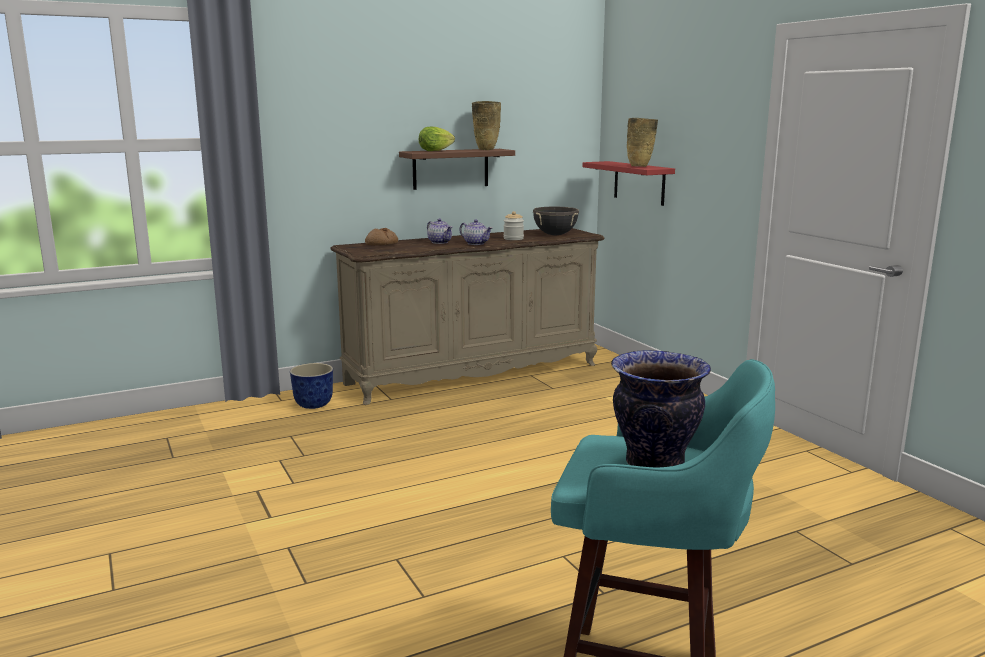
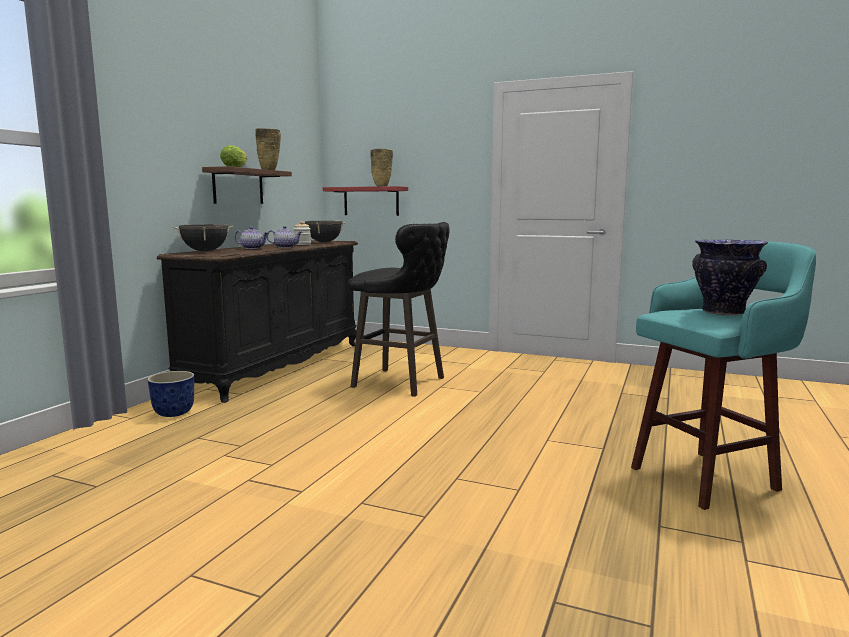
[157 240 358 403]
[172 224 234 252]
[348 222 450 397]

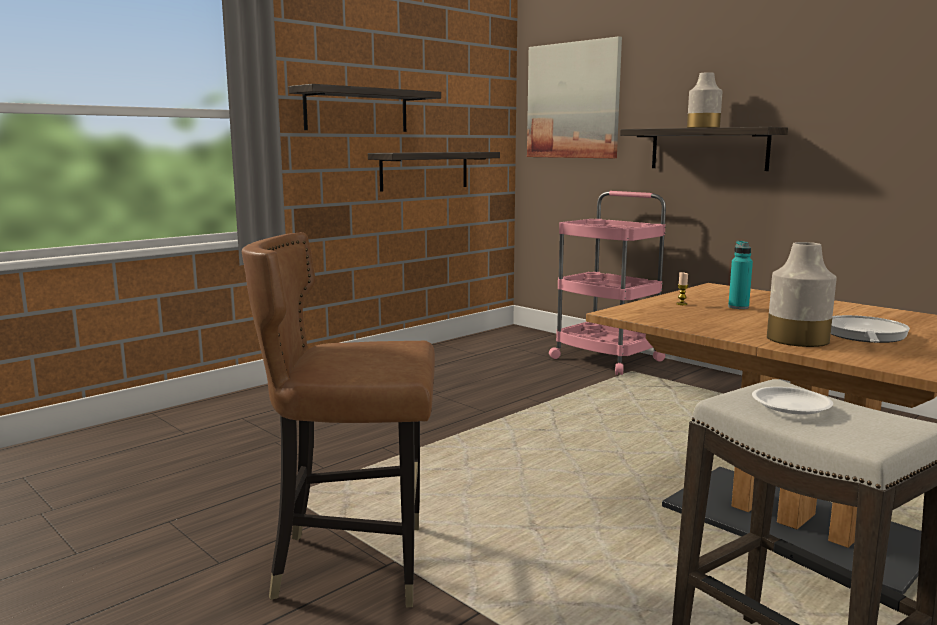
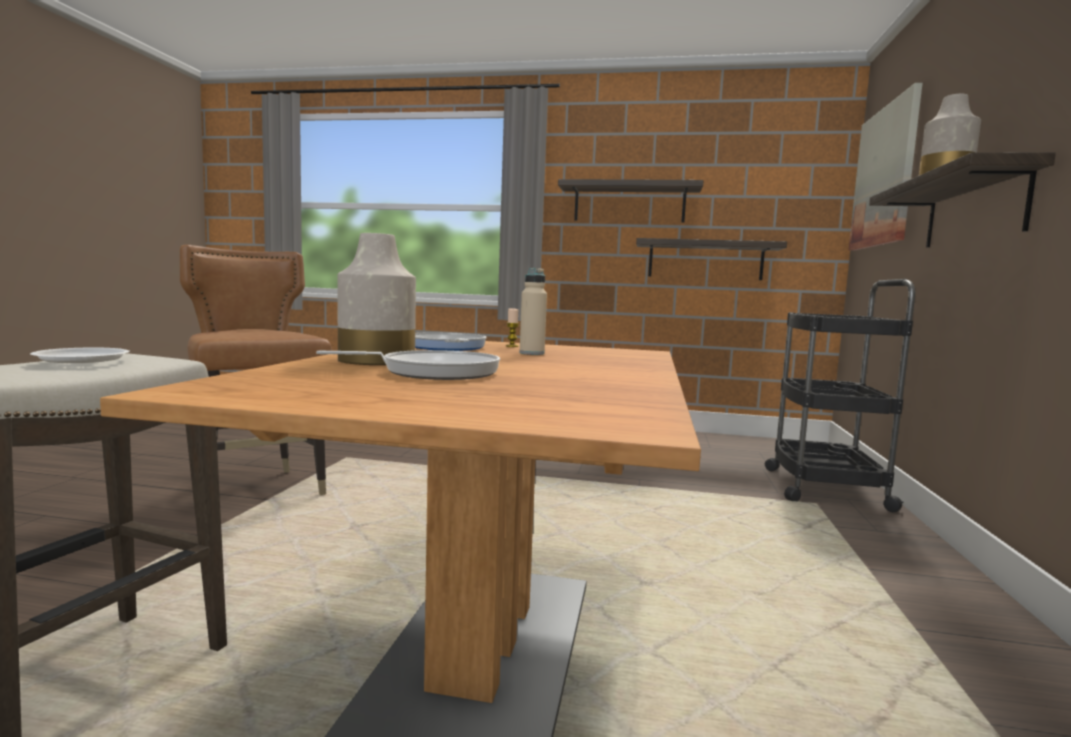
[765 279 915 512]
[520 268 547 355]
[415 332 487 351]

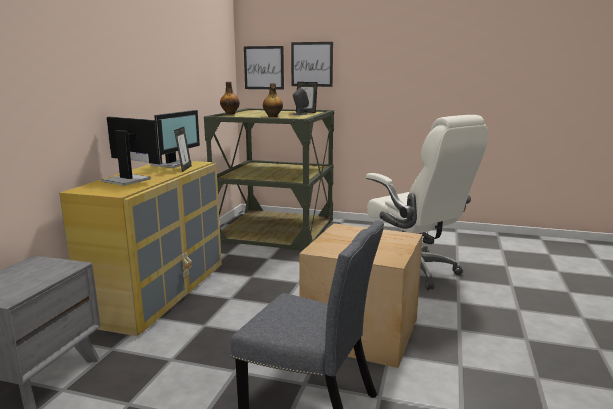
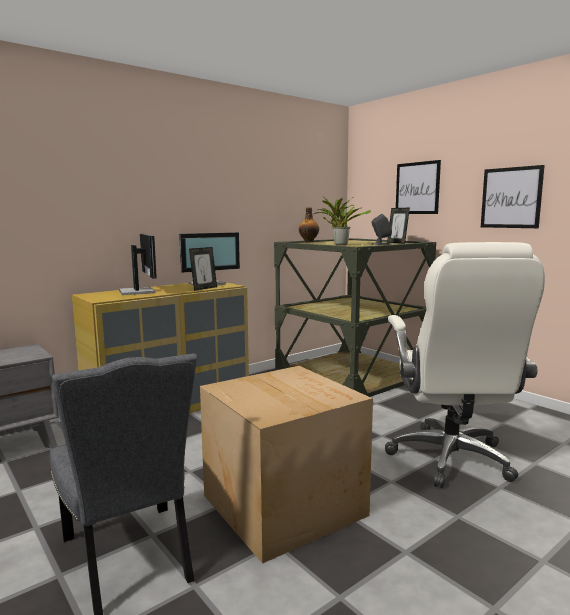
[481 165 545 228]
[312 196 371 245]

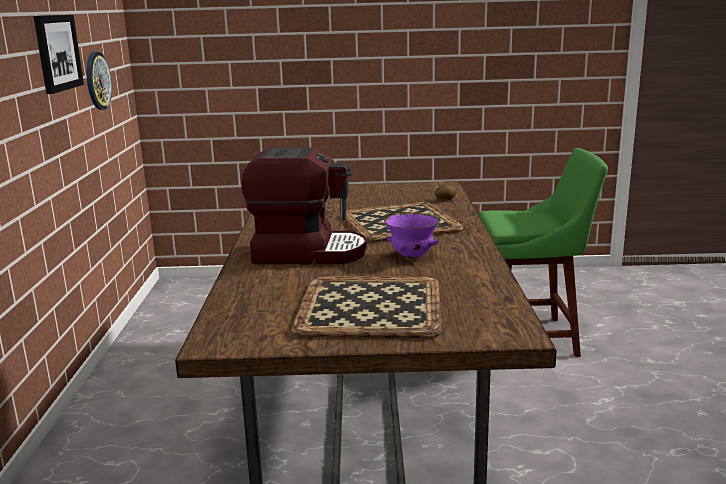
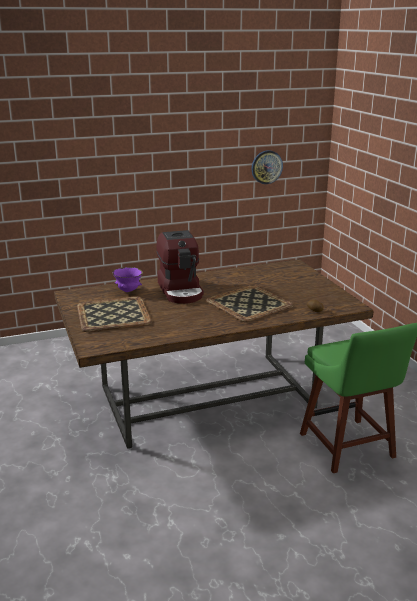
[33 15 84 94] (first image)
[112 267 143 292]

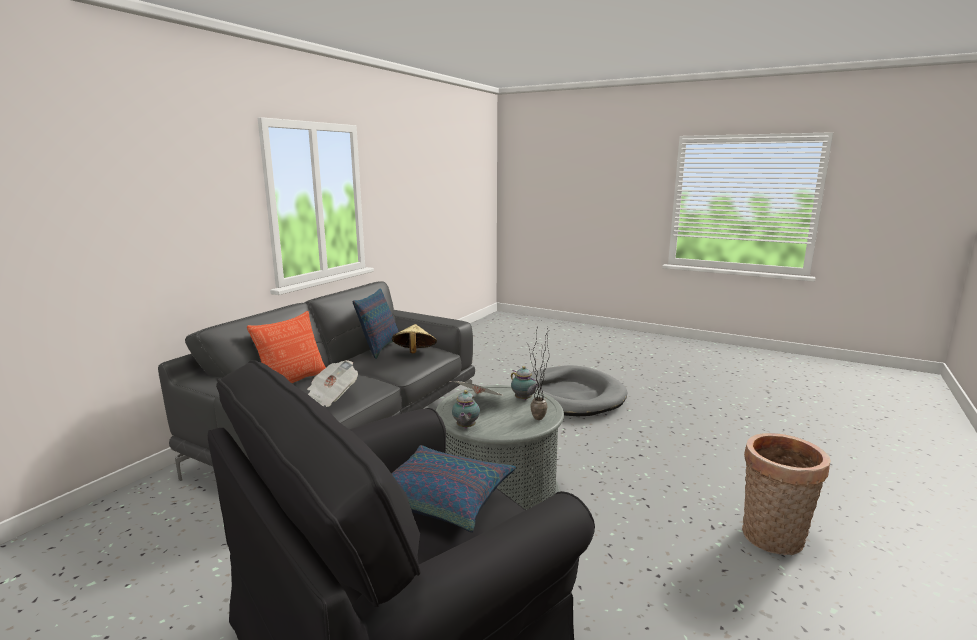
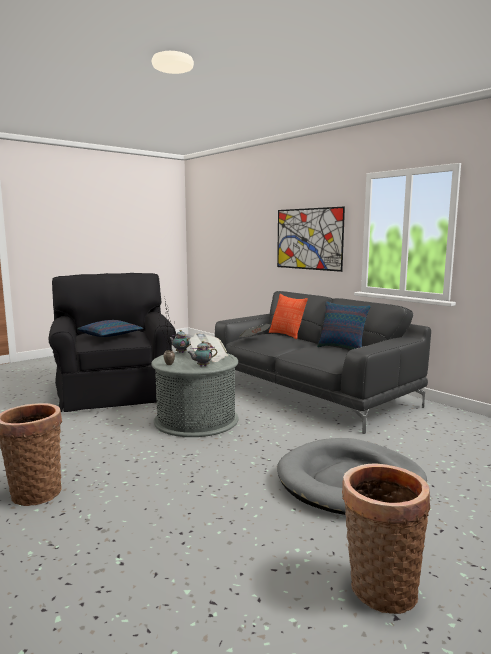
[392 324 437 353] (first image)
[277 207 345 272]
[342 463 430 614]

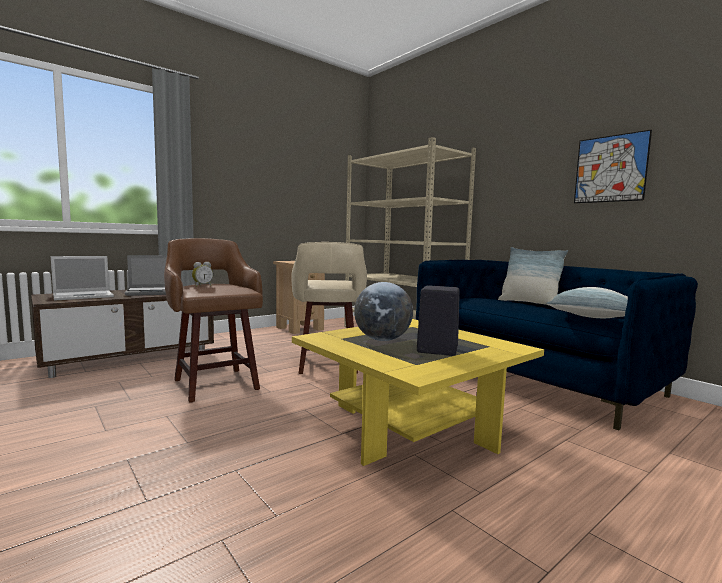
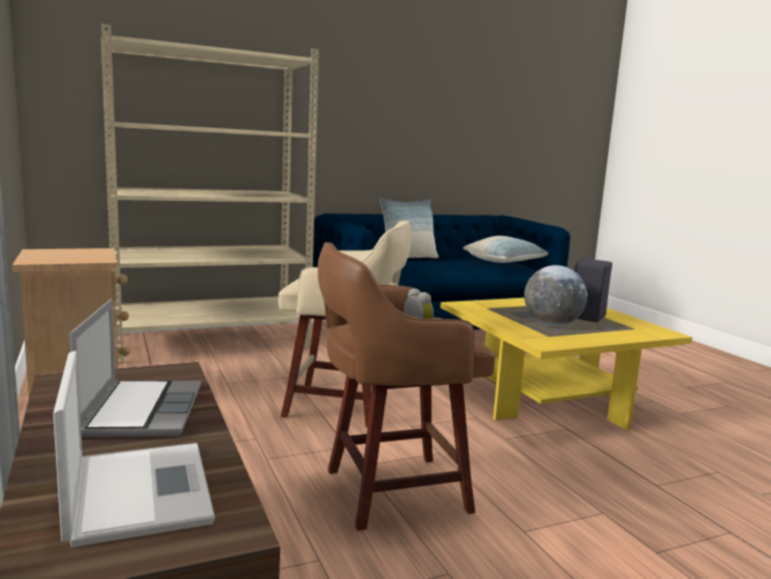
[574 129 652 203] (first image)

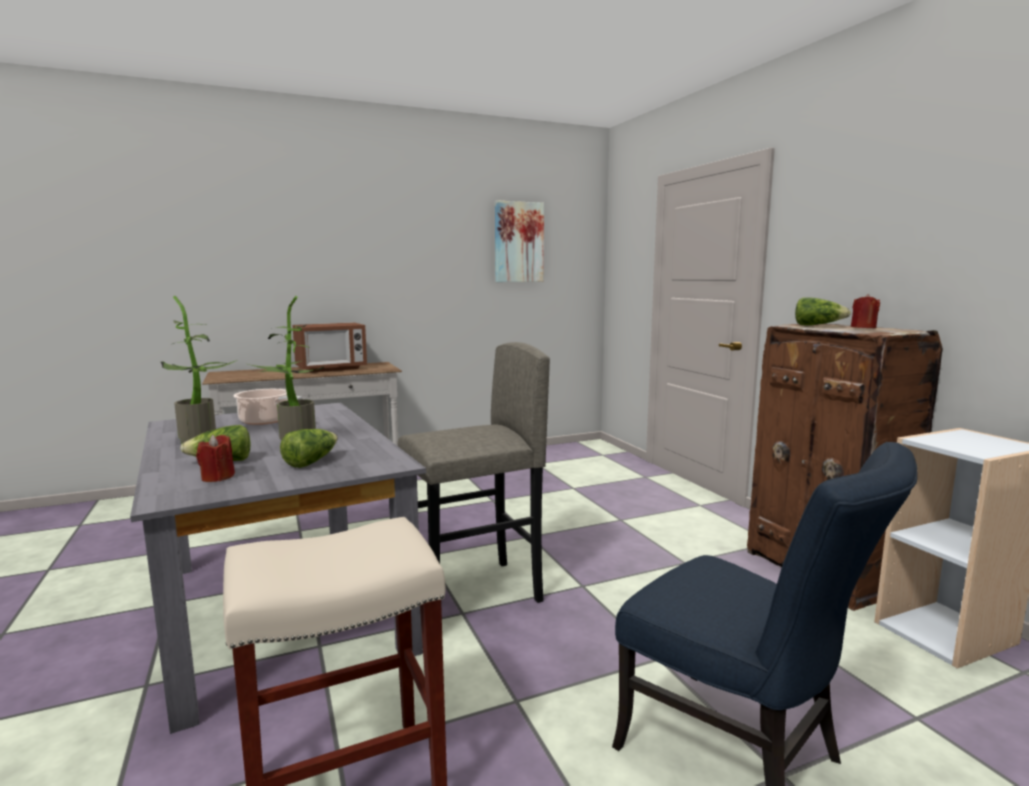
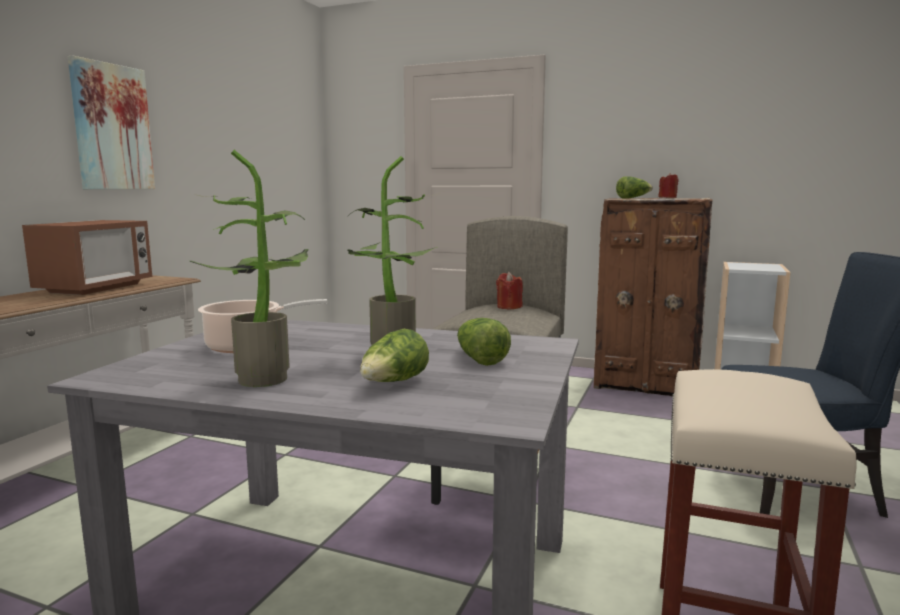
[496 272 523 309]
[68 56 155 189]

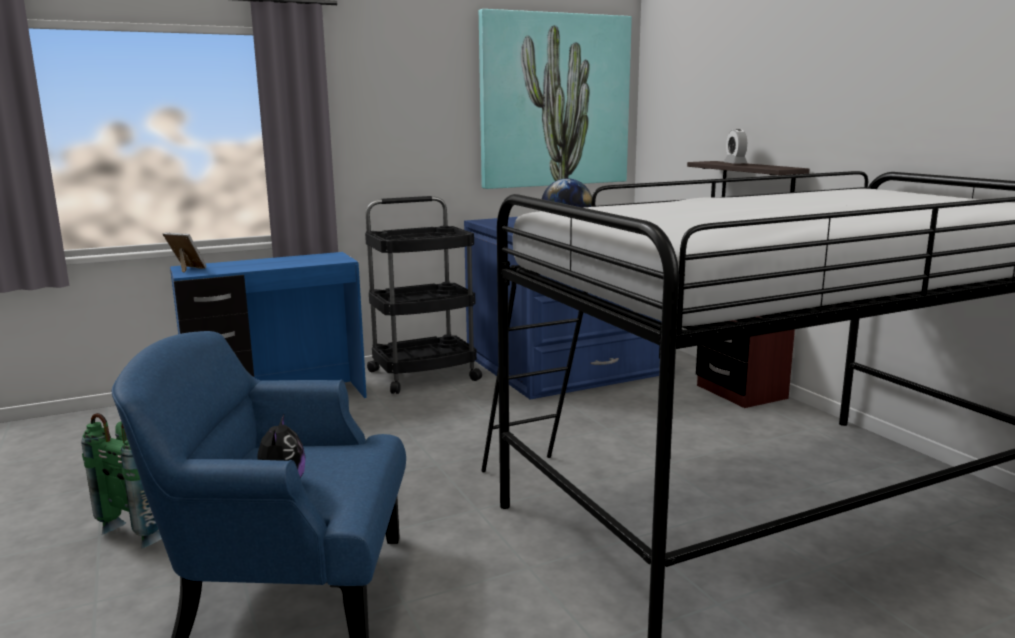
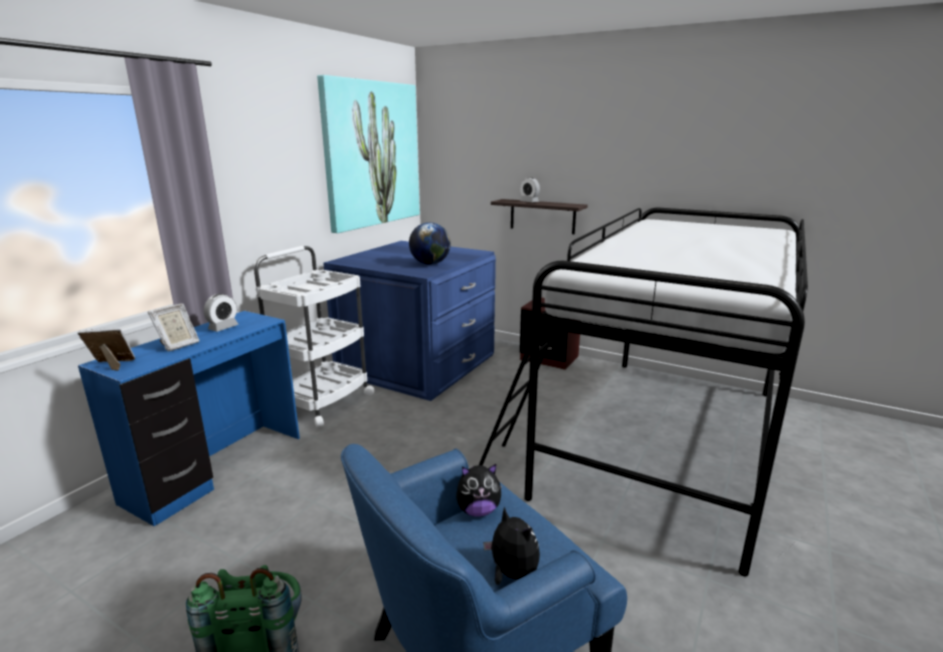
[254 246 375 428]
[148 304 199 352]
[204 294 238 332]
[456 464 502 517]

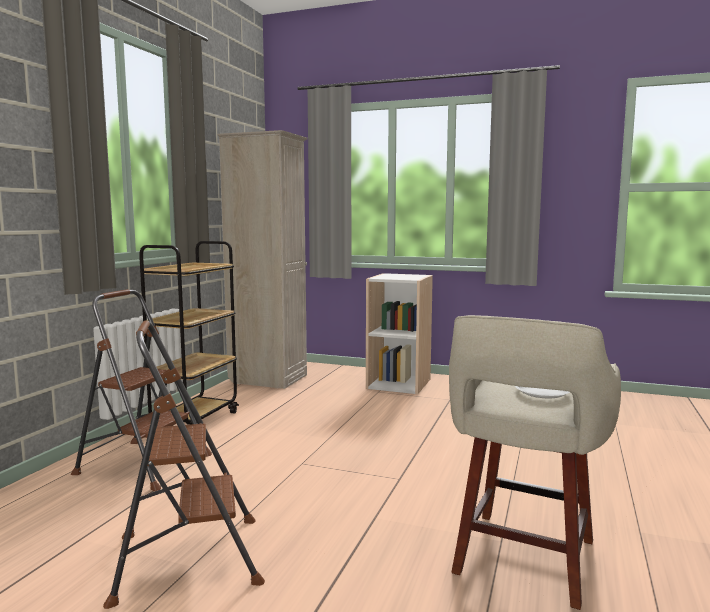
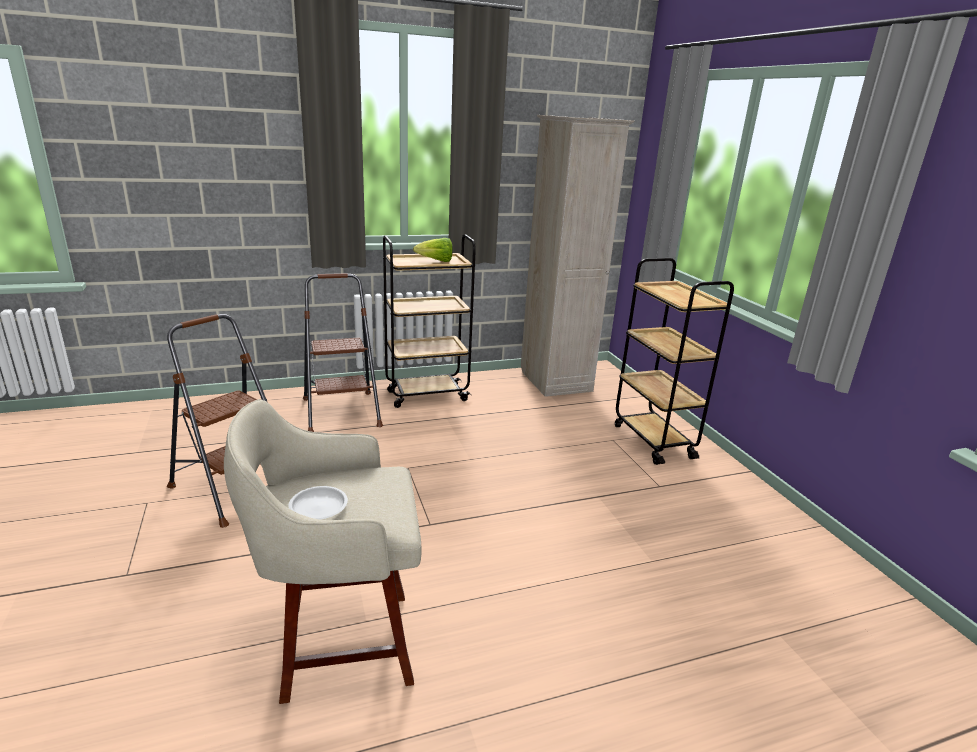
[615 258 734 465]
[413 238 453 262]

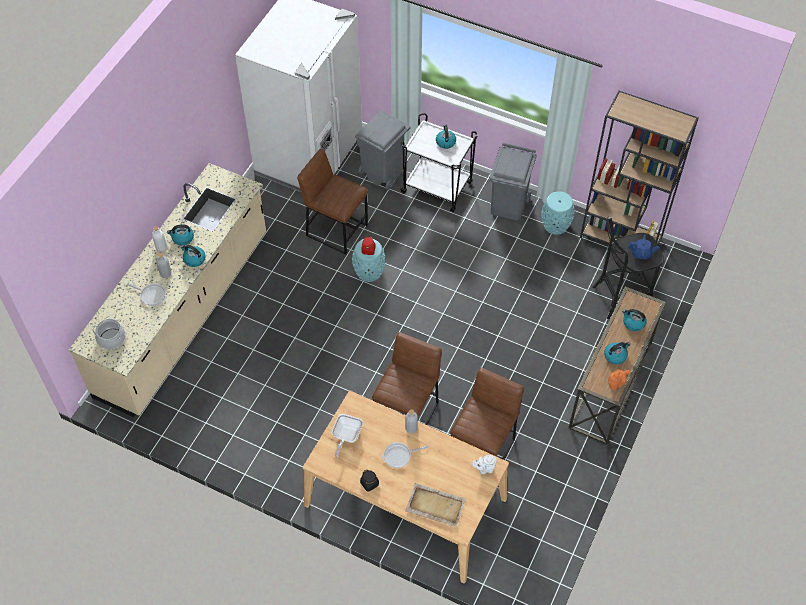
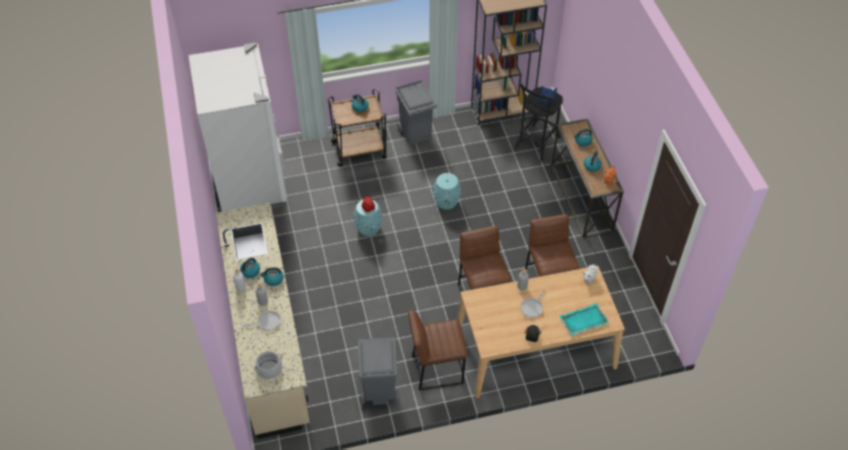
[408 310 467 391]
[332 414 363 457] (first image)
[358 337 399 405]
[328 89 387 167]
[560 303 609 336]
[433 173 461 210]

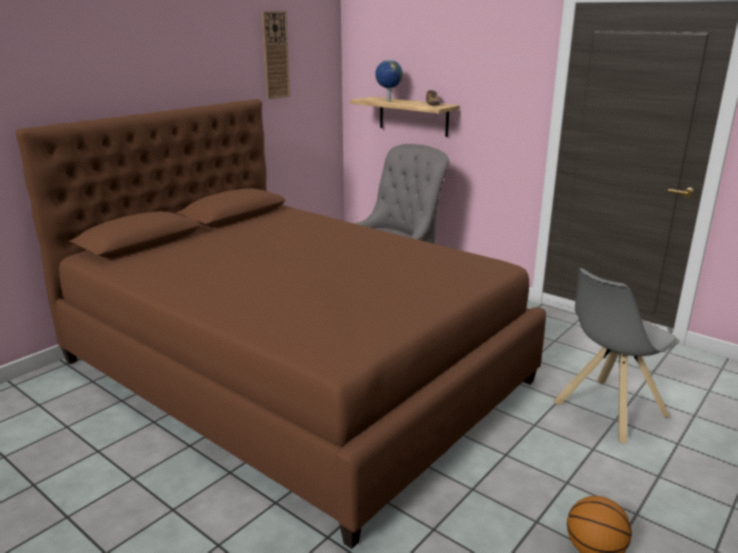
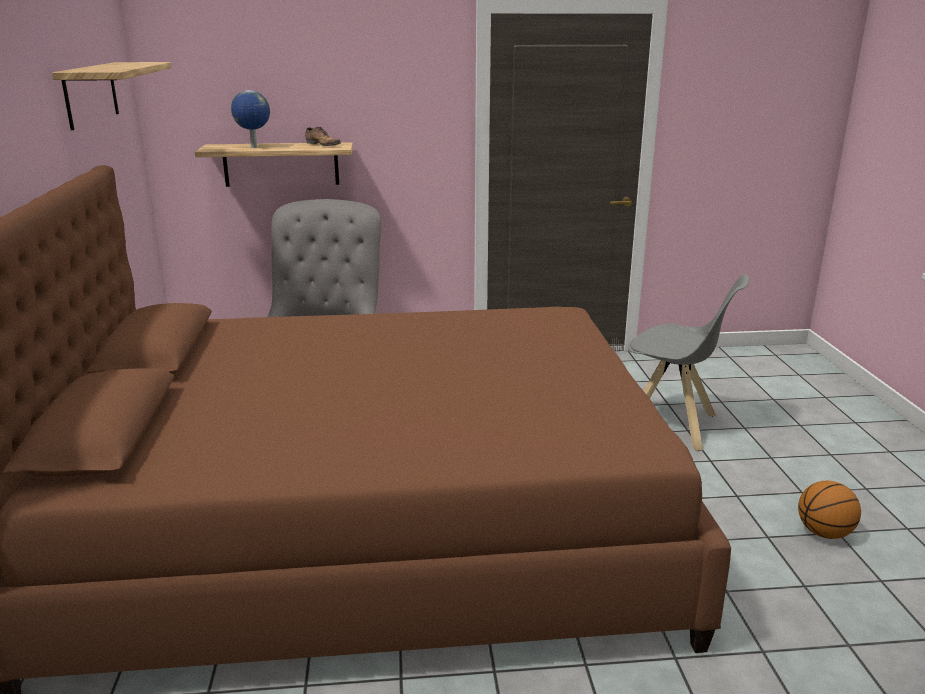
[52 62 172 130]
[628 274 749 451]

